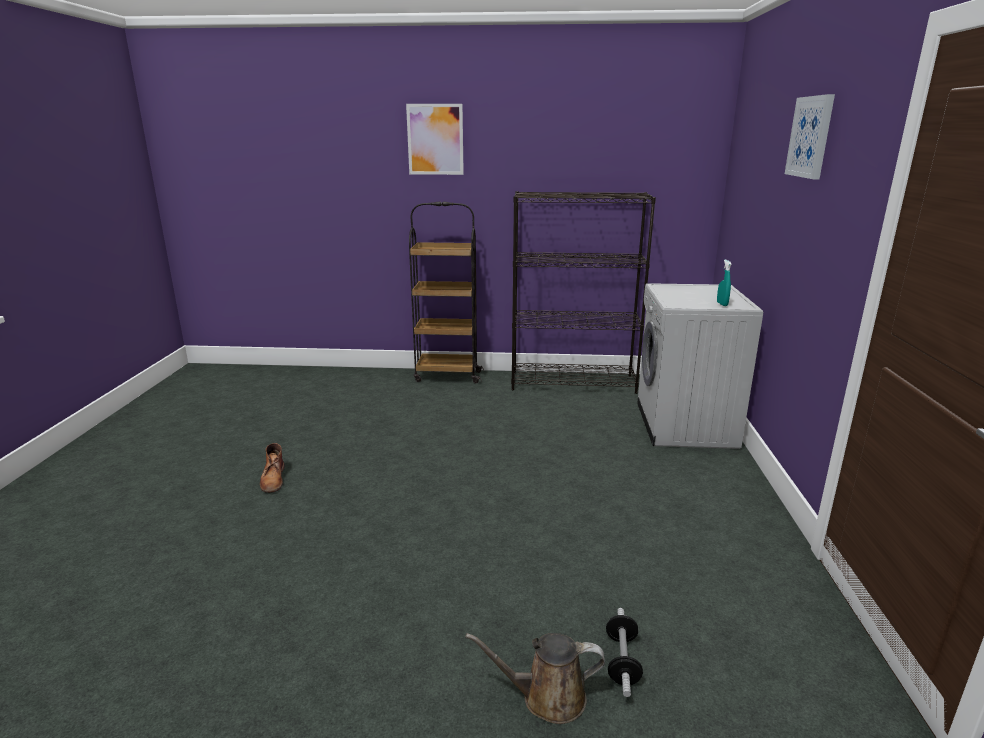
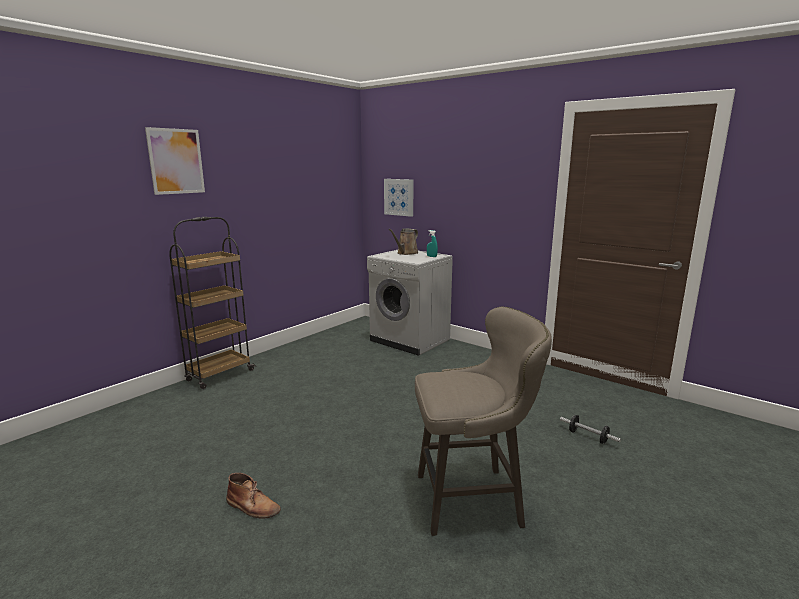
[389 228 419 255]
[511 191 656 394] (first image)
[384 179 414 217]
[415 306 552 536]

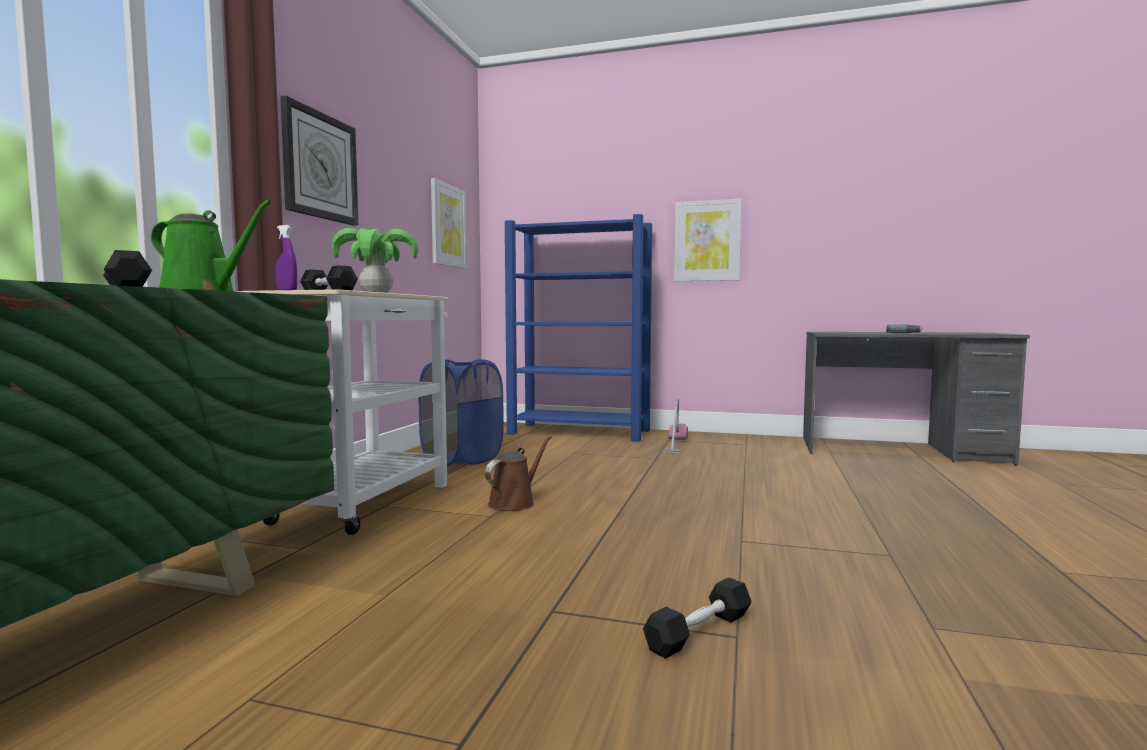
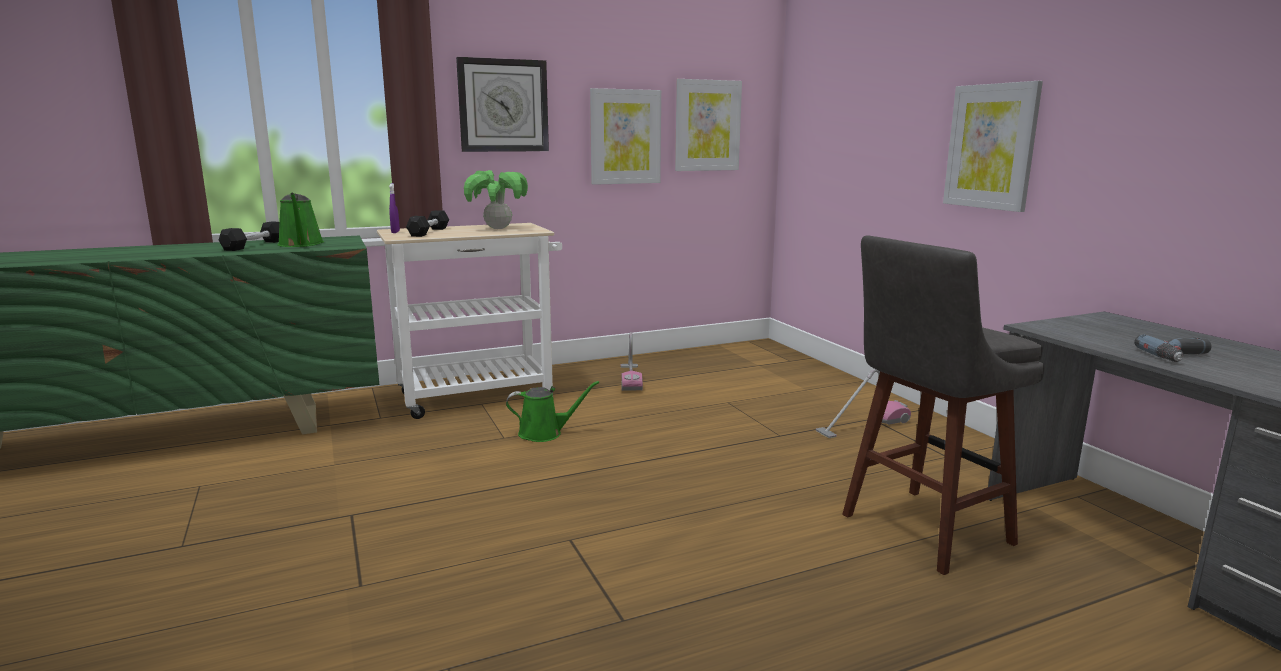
[621 332 643 391]
[506 381 599 442]
[505 214 652 442] (first image)
[643 578 752 659] (first image)
[590 88 661 185]
[842 235 1044 575]

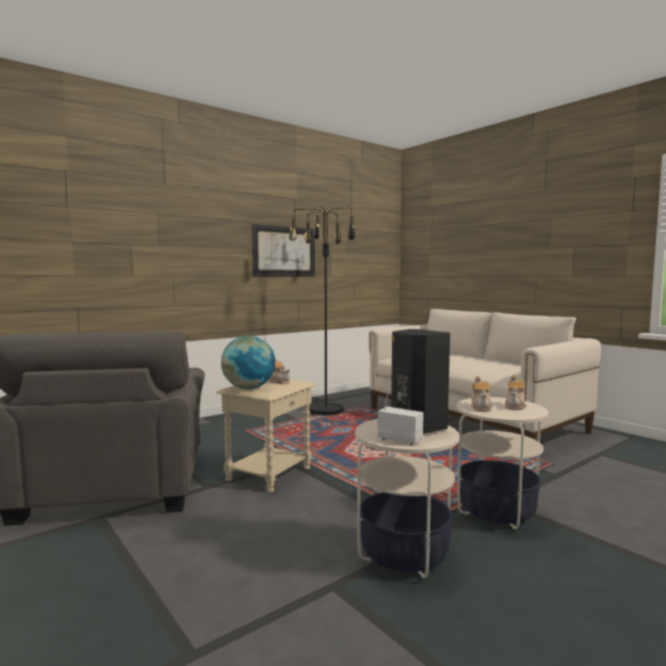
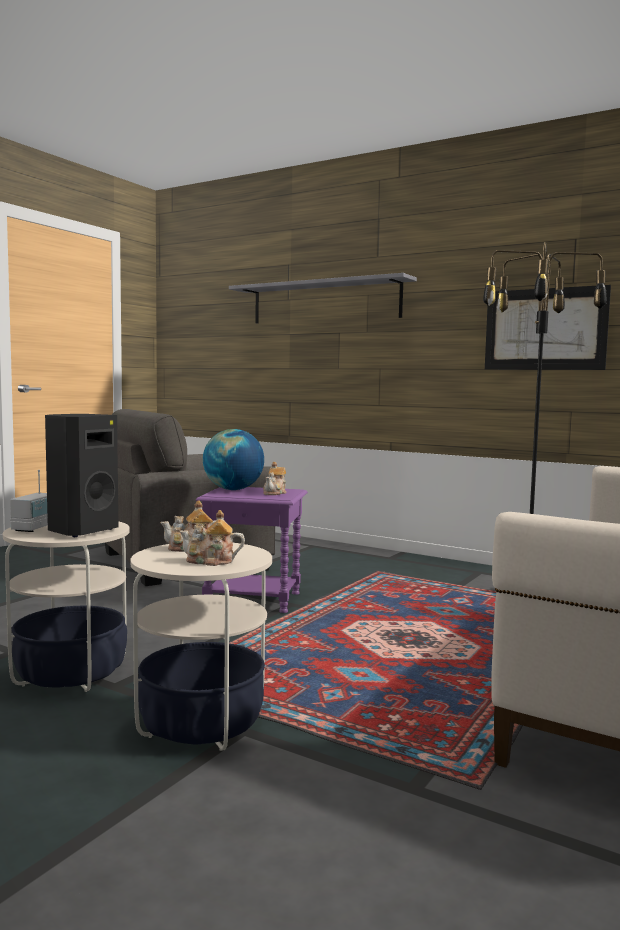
[196 487 308 613]
[229 273 417 323]

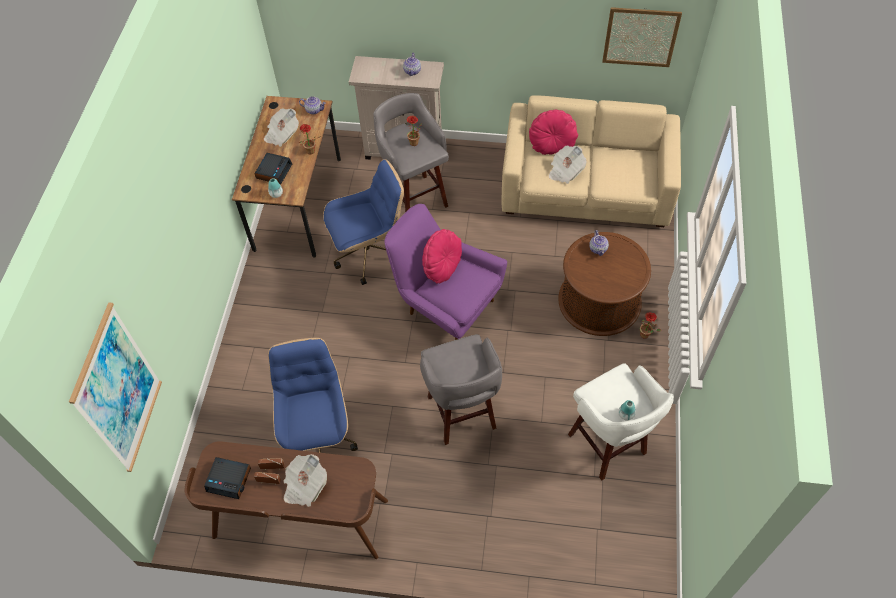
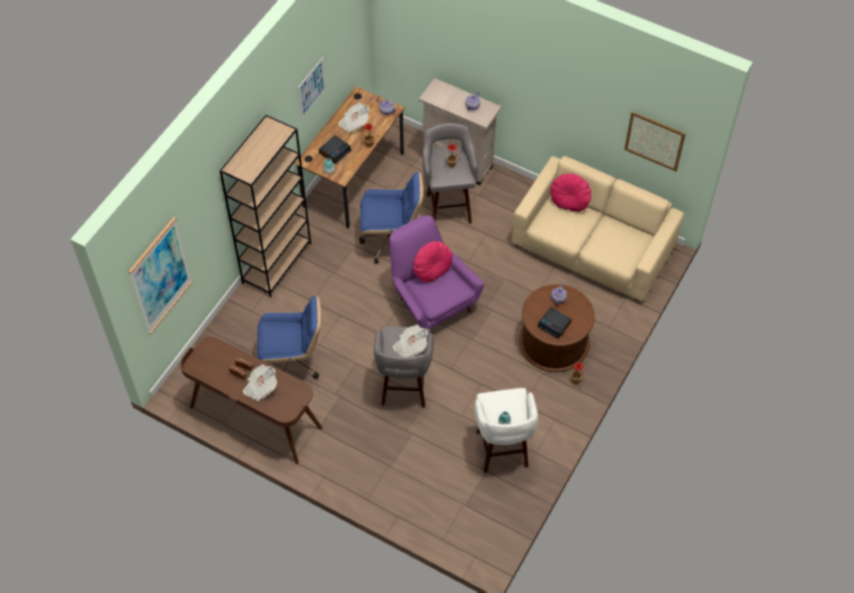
[538 307 572 339]
[257 295 321 379]
[393 325 428 357]
[220 115 311 297]
[298 57 326 118]

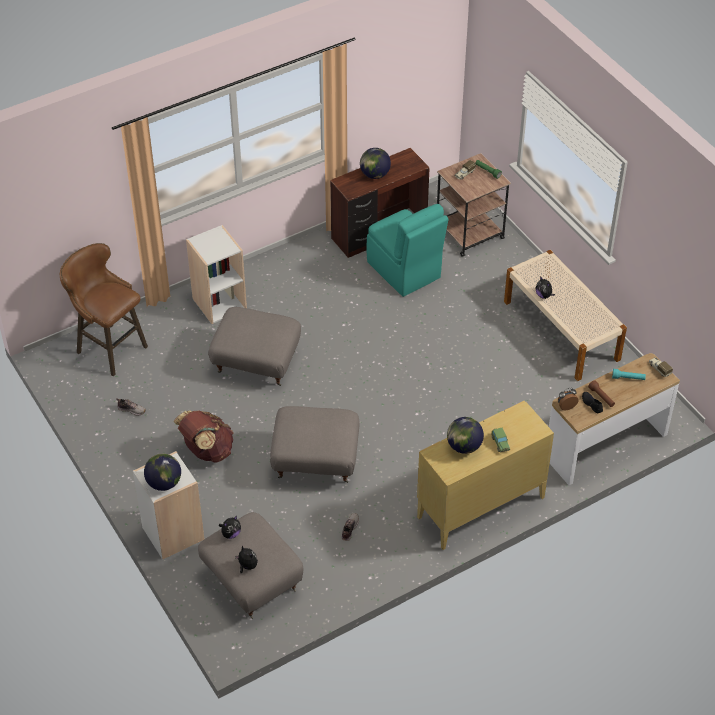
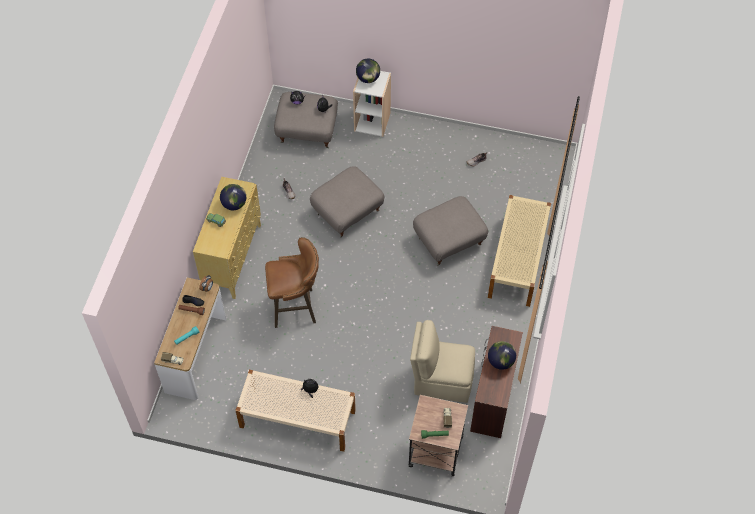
[265 237 319 328]
[173 410 233 462] (first image)
[488 195 551 307]
[410 320 475 403]

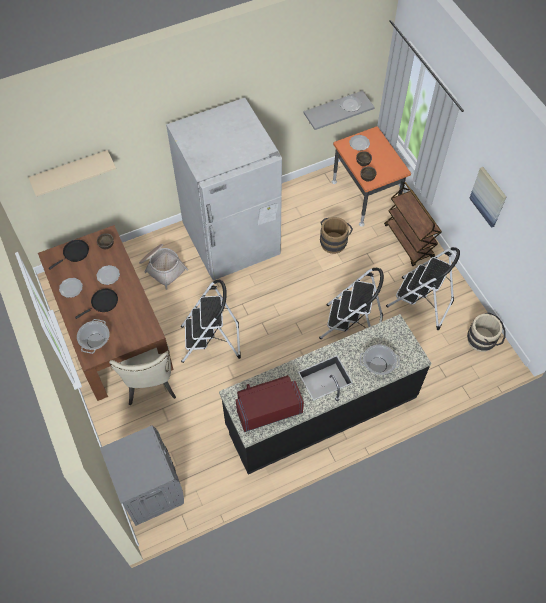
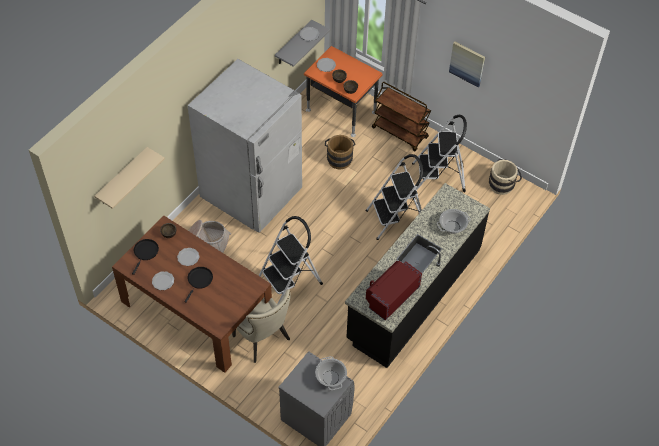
[315 356 347 391]

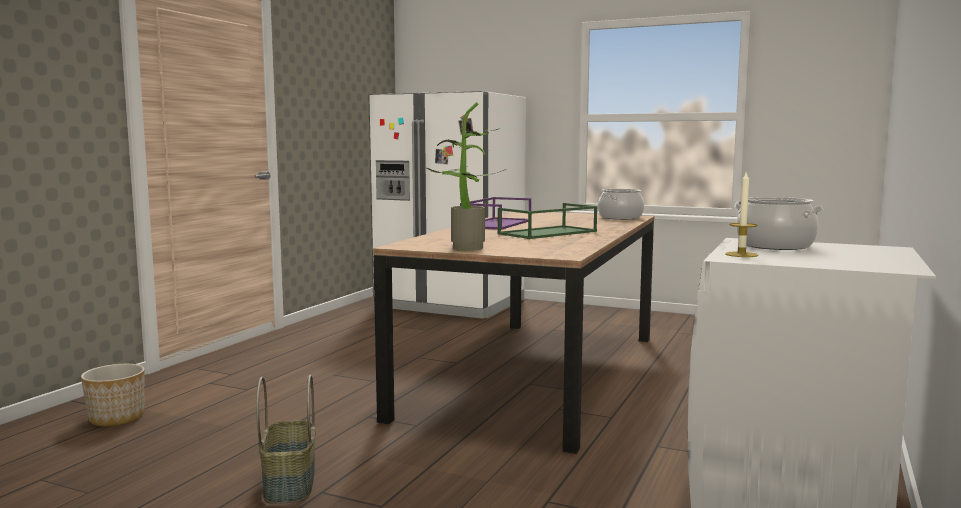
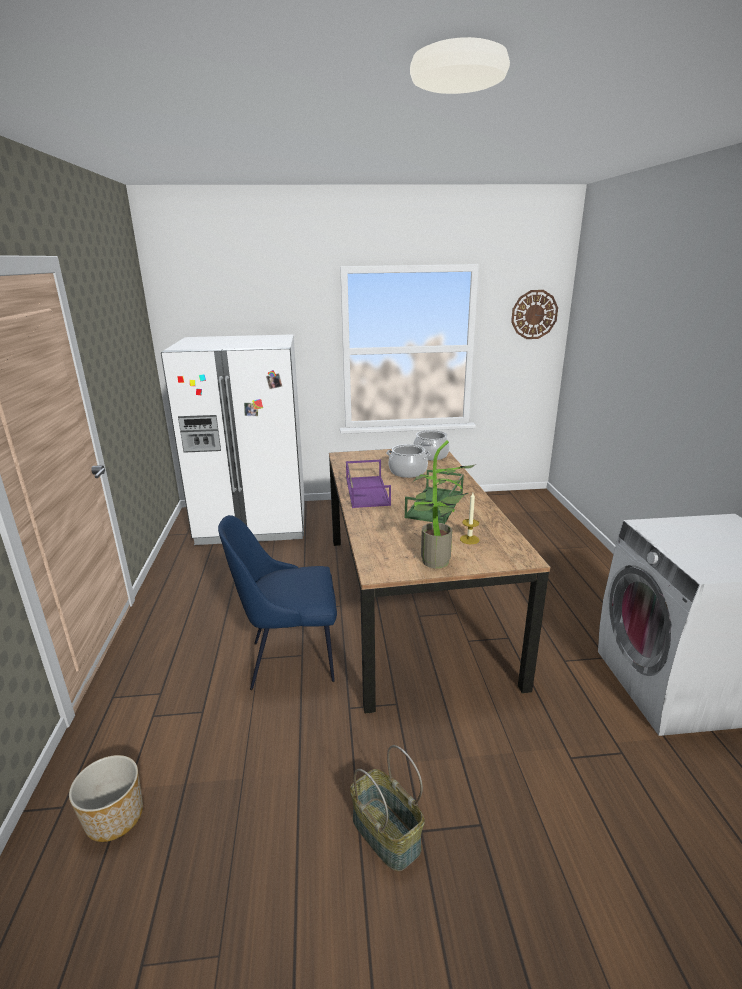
[460 493 479 544]
[386 444 430 478]
[218 515 337 690]
[511 290 558 339]

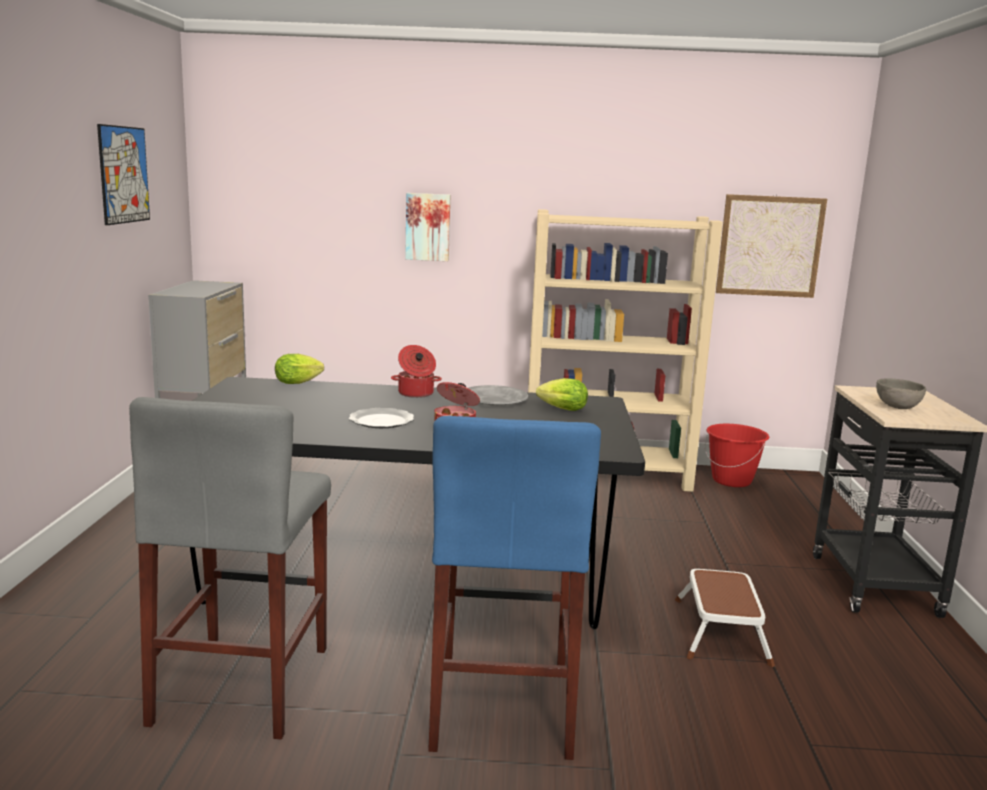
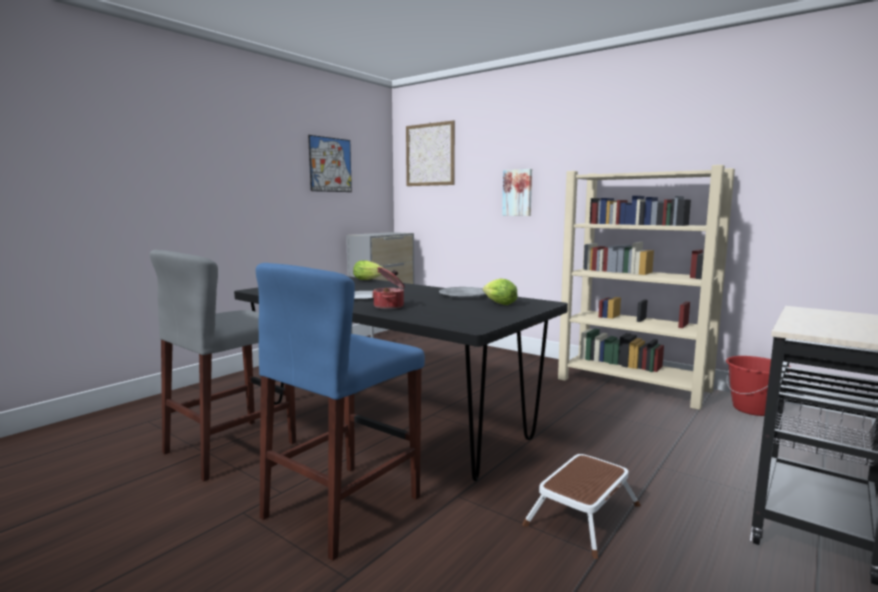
[391 345 442 398] (first image)
[406 120 455 186]
[876 378 926 409] (first image)

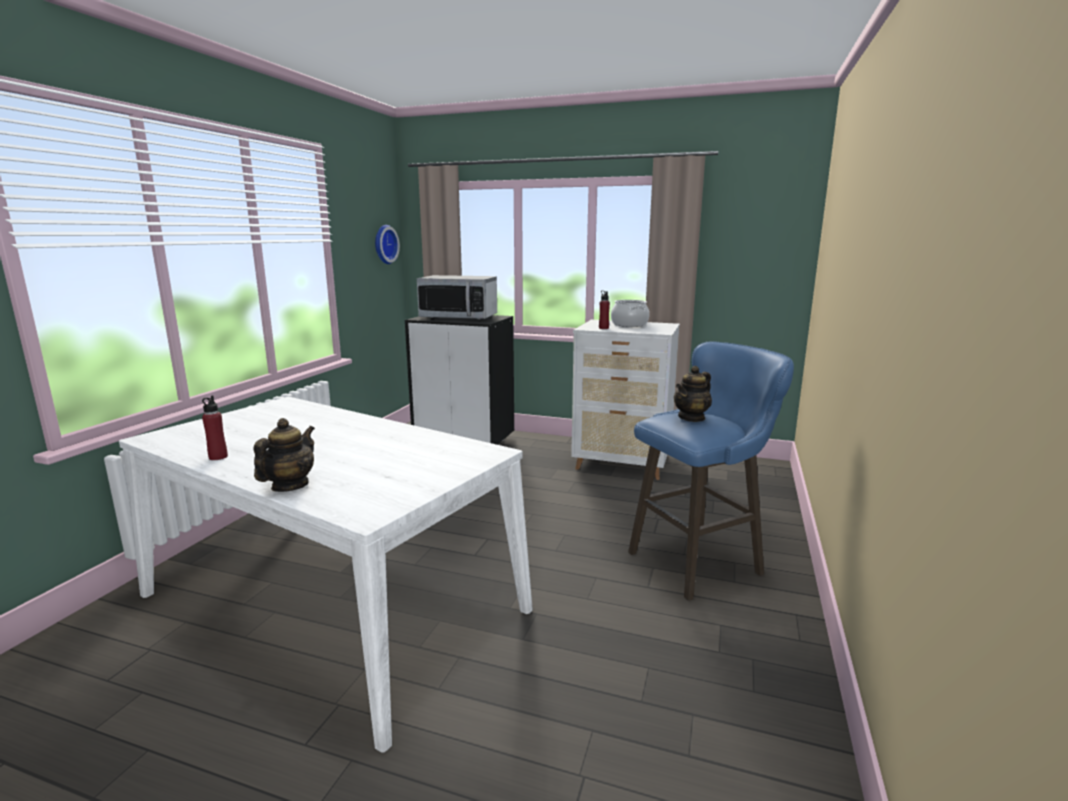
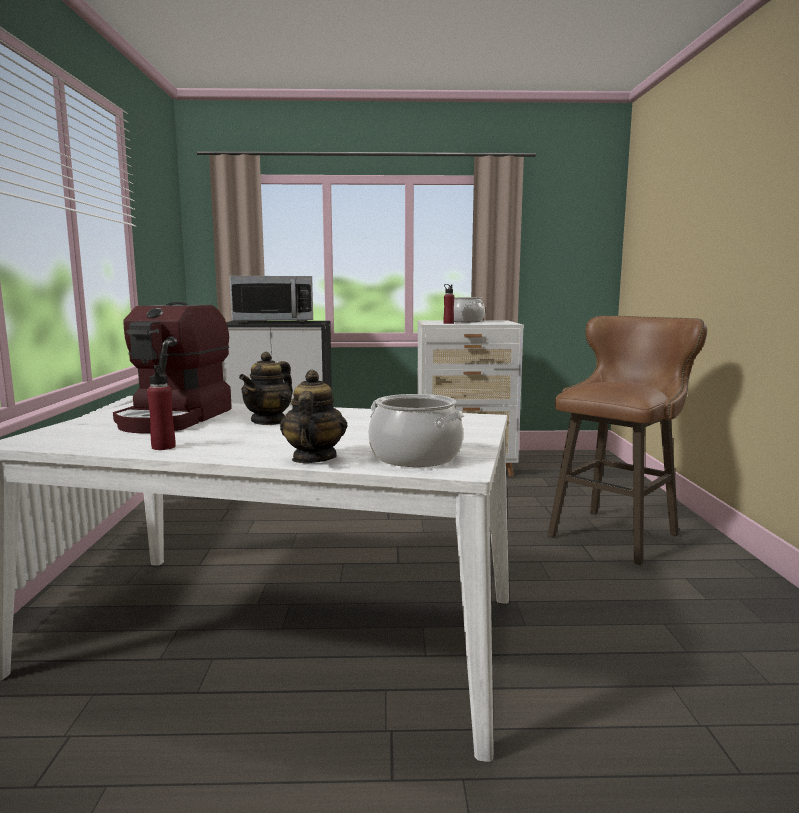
[375 225 400 264] (first image)
[547 315 707 565]
[239 352 293 425]
[113 302 232 433]
[368 394 464 467]

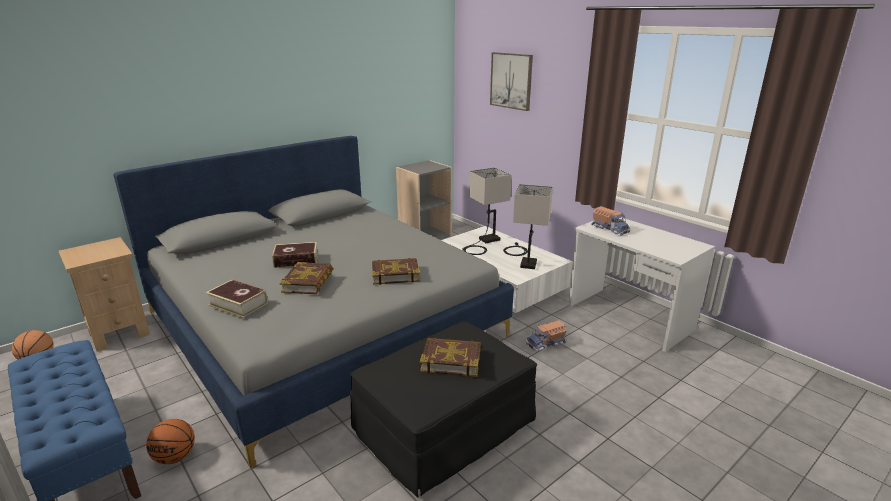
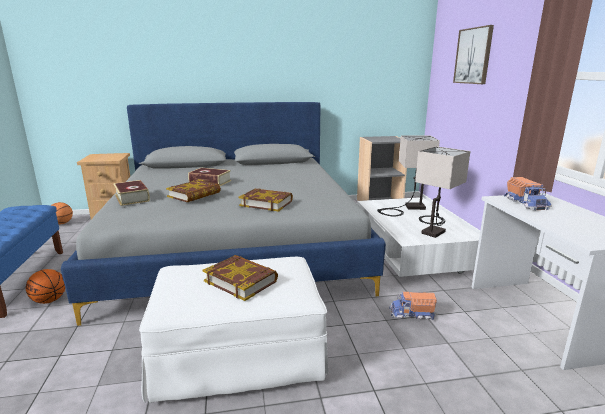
[139 257 328 403]

